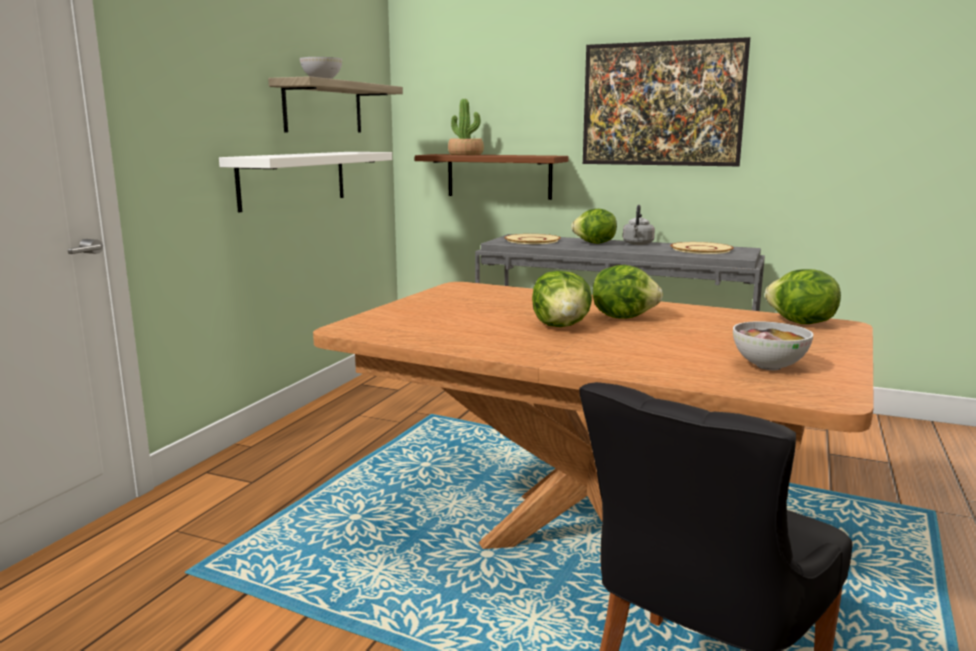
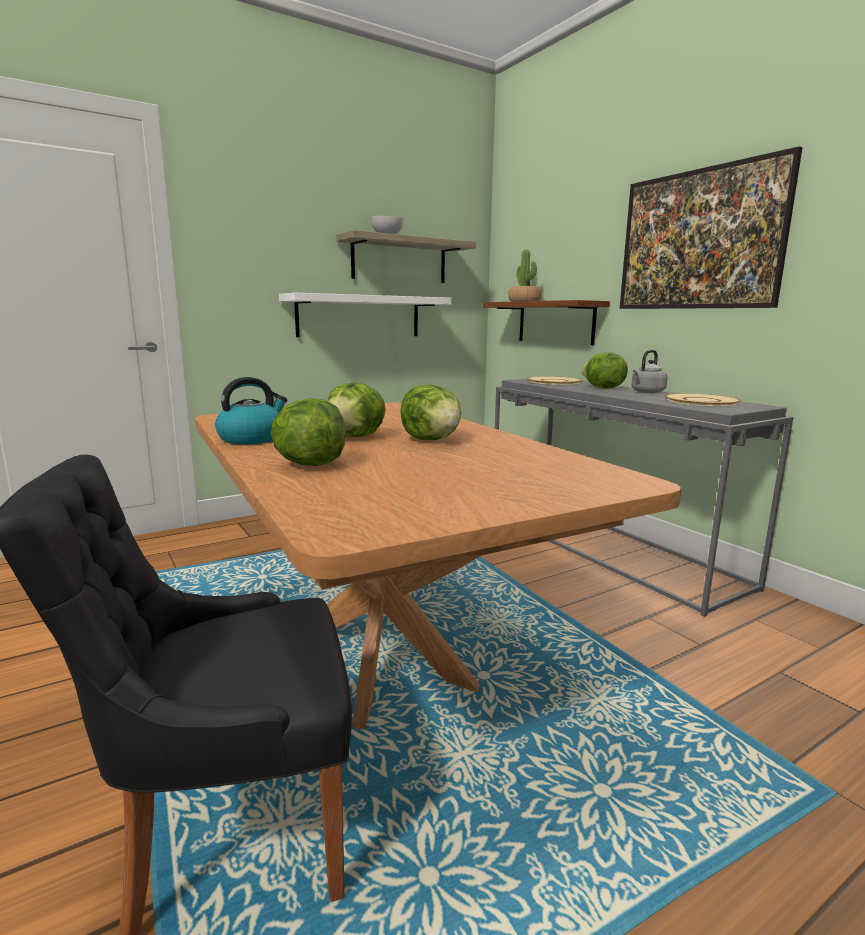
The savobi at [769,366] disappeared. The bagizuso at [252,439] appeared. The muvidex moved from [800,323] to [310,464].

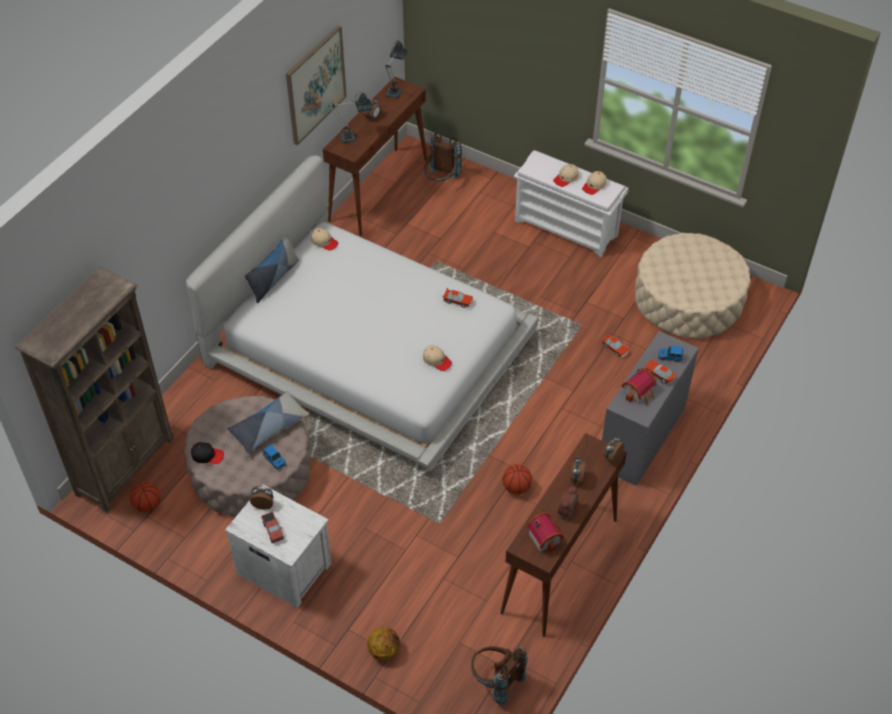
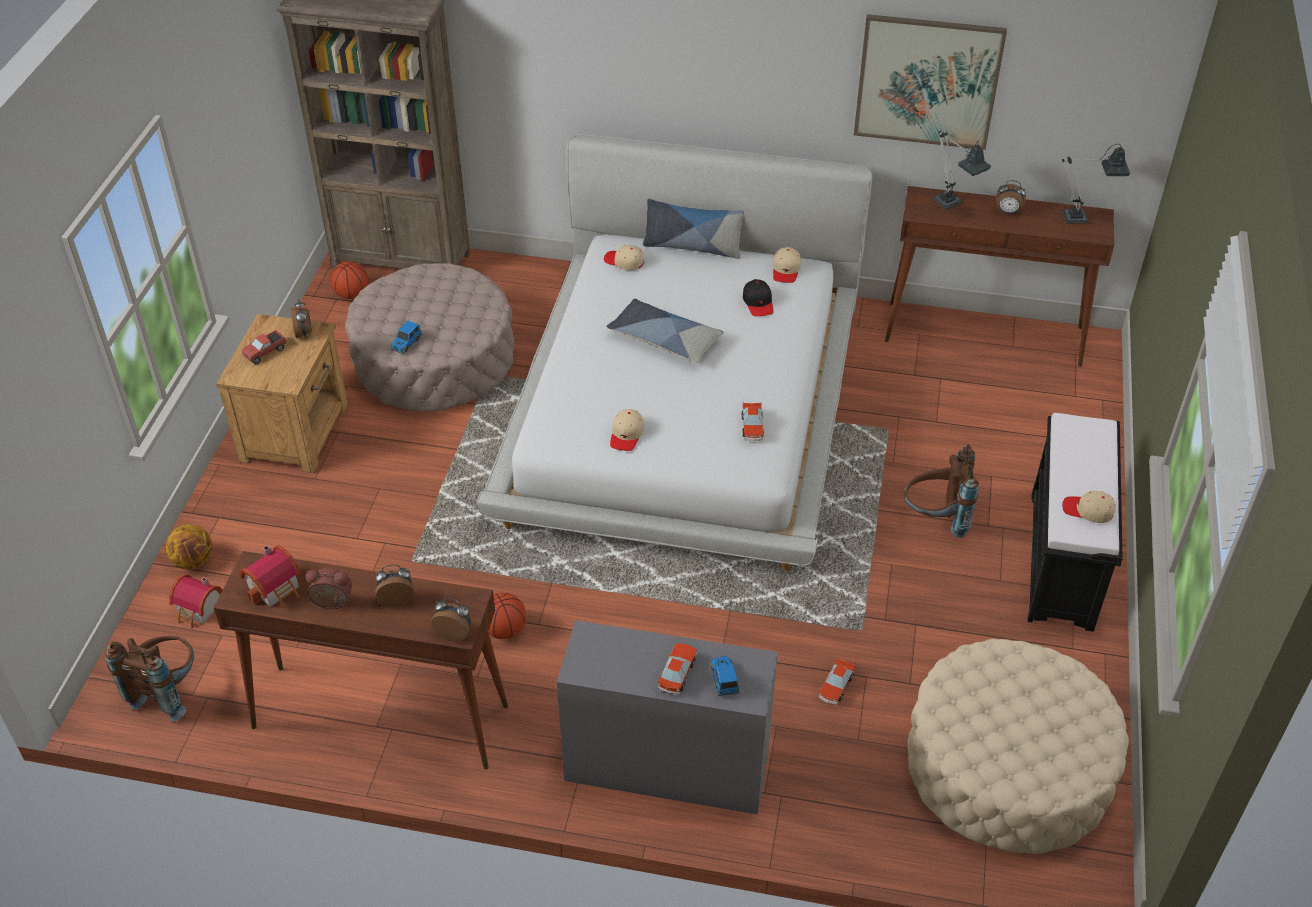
The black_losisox moved from [207,455] to [758,303]. The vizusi moved from [268,426] to [664,339]. The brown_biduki moved from [441,181] to [936,519]. The beige_losisox moved from [566,178] to [624,261]. The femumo moved from [639,393] to [199,610]. The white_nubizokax at [283,567] became the brown_nubizokax at [296,432]. The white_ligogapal at [567,228] became the black_ligogapal at [1062,561].

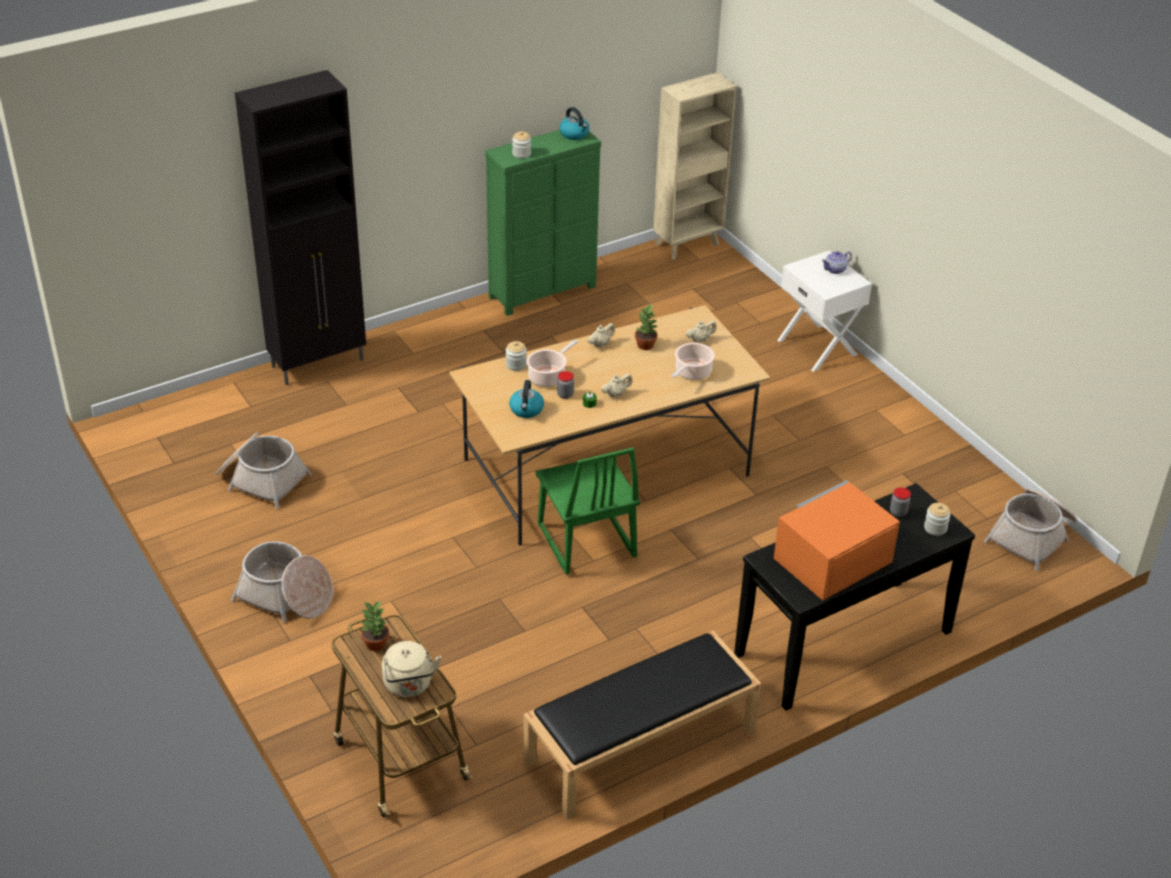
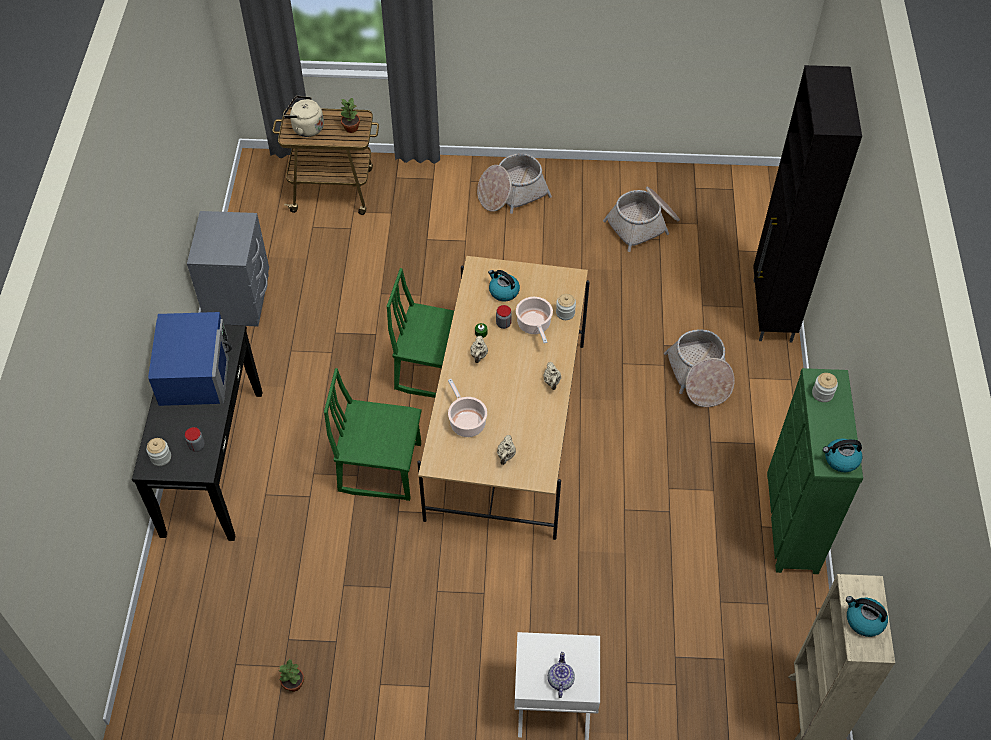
The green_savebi at [380,467] appeared. The bagizuso at [863,620] appeared. The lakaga moved from [646,345] to [293,684]. The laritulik moved from [1032,536] to [699,376]. The black_ligogapal at [640,746] was replaced by the grey_nubizokax at [239,299]. The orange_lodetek at [831,560] became the blue_lodetek at [194,371].

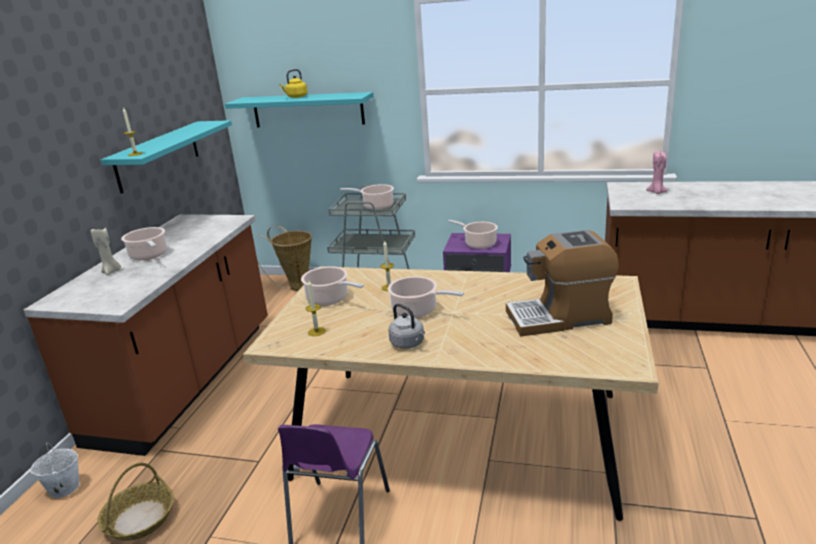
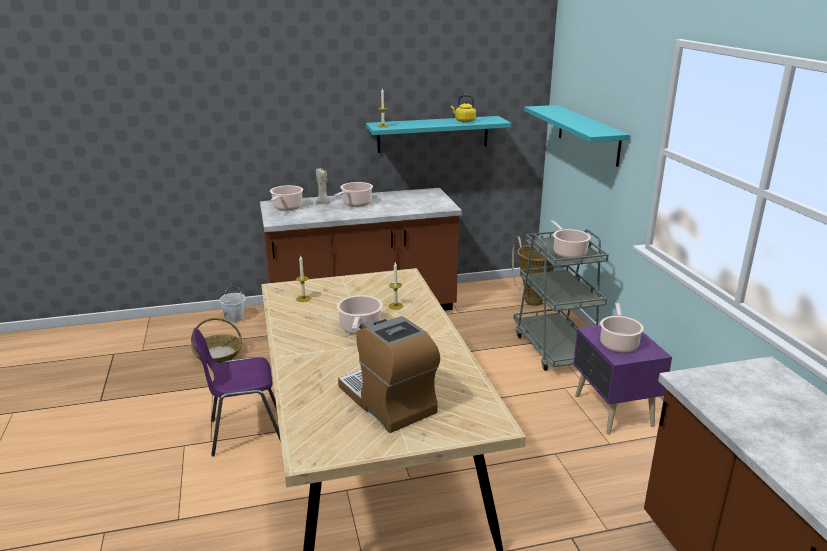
The grey_bagizuso at [408,344] disappeared. The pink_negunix at [656,192] disappeared. The yellow_bagizuso moved from [296,97] to [464,121]. The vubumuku moved from [330,299] to [287,207].

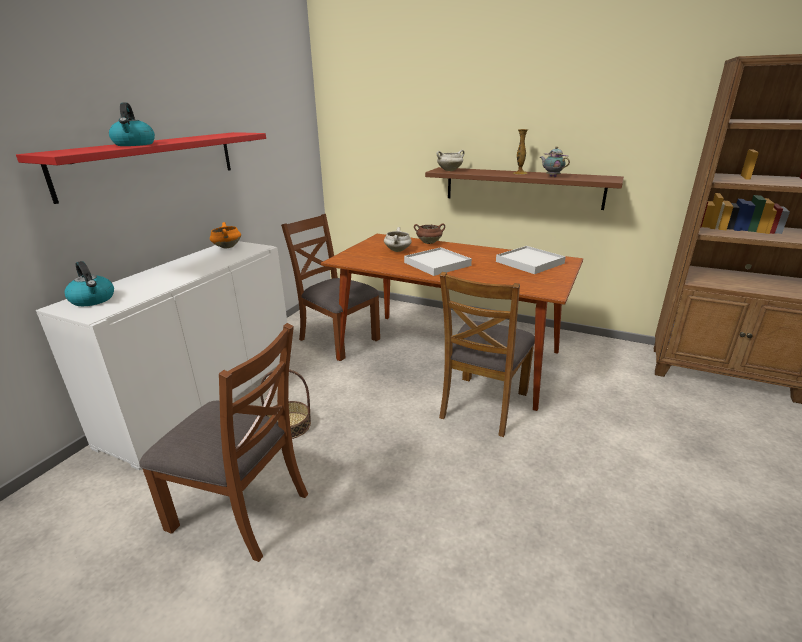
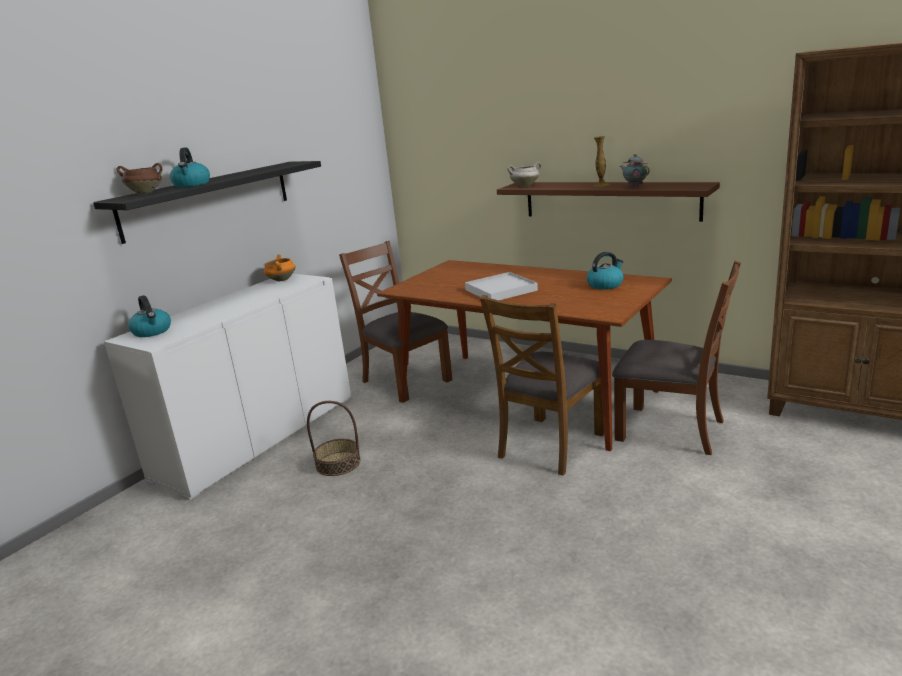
The white_vubumuku at [398,251] disappeared. The brown_savebi moved from [241,510] to [671,429]. The brown_vubumuku moved from [429,242] to [146,192]. The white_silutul at [529,262] was replaced by the bagizuso at [605,285]. The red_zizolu at [152,162] became the black_zizolu at [208,199].

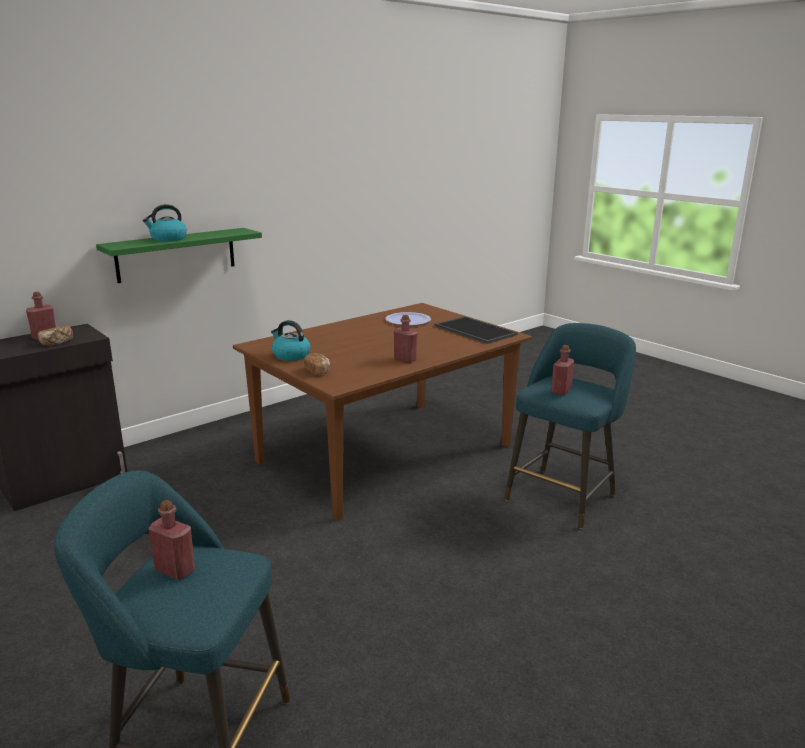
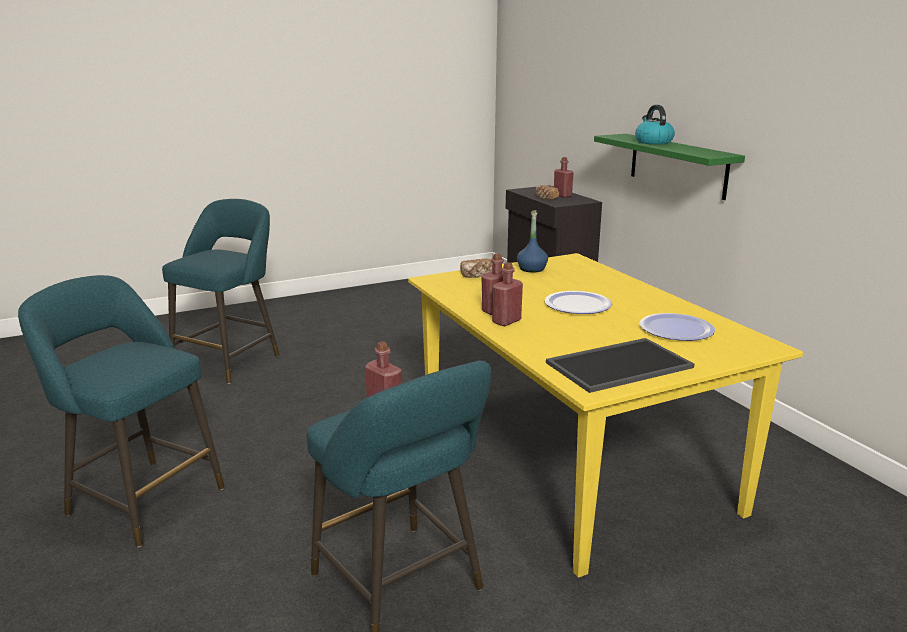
The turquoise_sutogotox at [141,499] appeared. The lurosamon at [578,304] appeared. The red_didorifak moved from [175,570] to [506,321]. The bagizuso at [290,355] was replaced by the blue_didorifak at [531,269]. The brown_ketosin at [386,453] became the yellow_ketosin at [572,460].

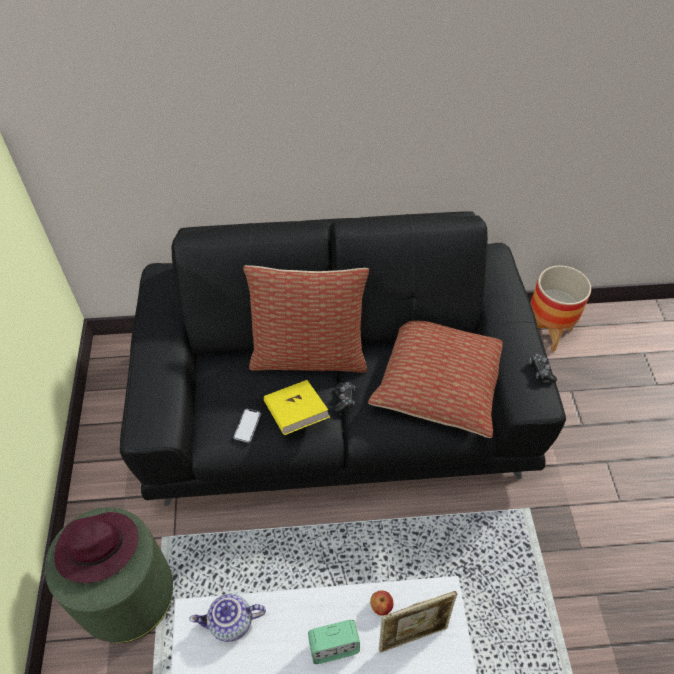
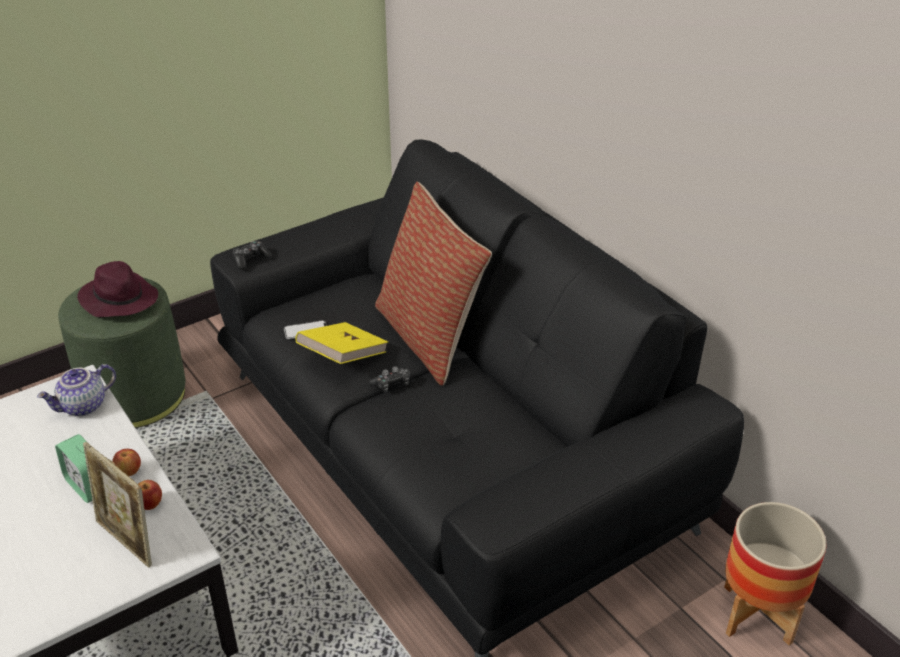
The vizusi at [440,383] disappeared. The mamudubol at [129,472] appeared. The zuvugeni moved from [541,370] to [250,259]. The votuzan at [230,623] turned 90 degrees counterclockwise.

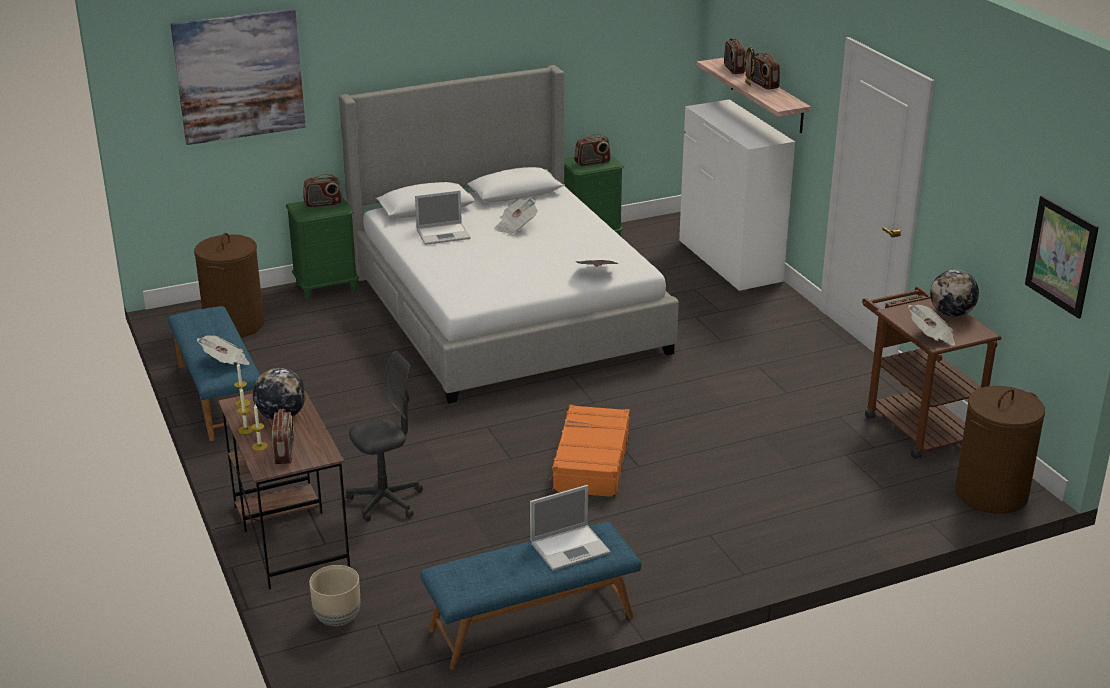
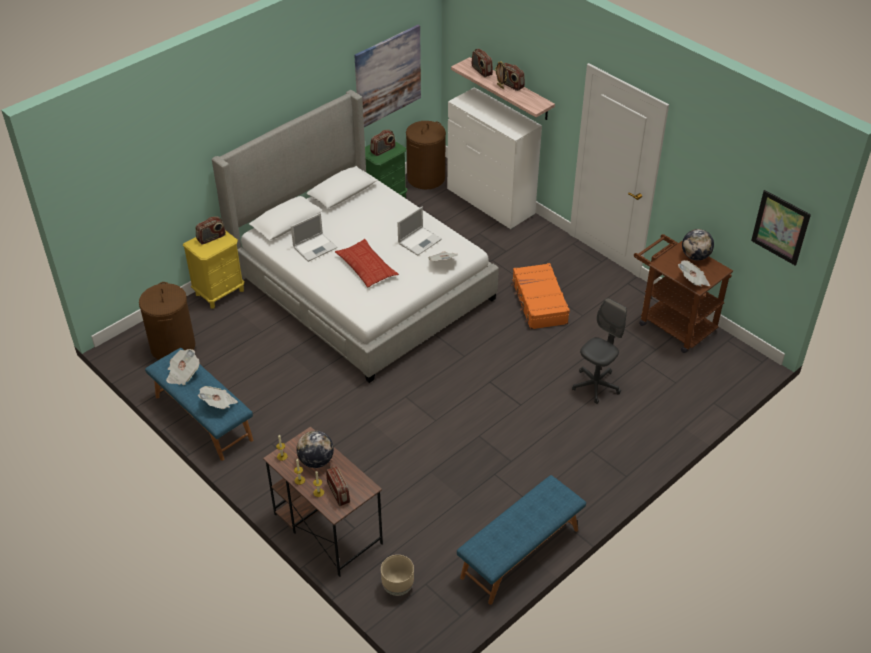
The vizusi at [366,267] appeared. The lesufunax moved from [239,76] to [387,76]. The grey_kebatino moved from [385,501] to [595,386]. The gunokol moved from [515,227] to [183,374]. The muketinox moved from [571,547] to [420,241]. The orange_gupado moved from [590,463] to [539,303]. The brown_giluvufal moved from [991,493] to [426,178]. The green_nubizokax at [327,287] became the yellow_nubizokax at [220,292].

